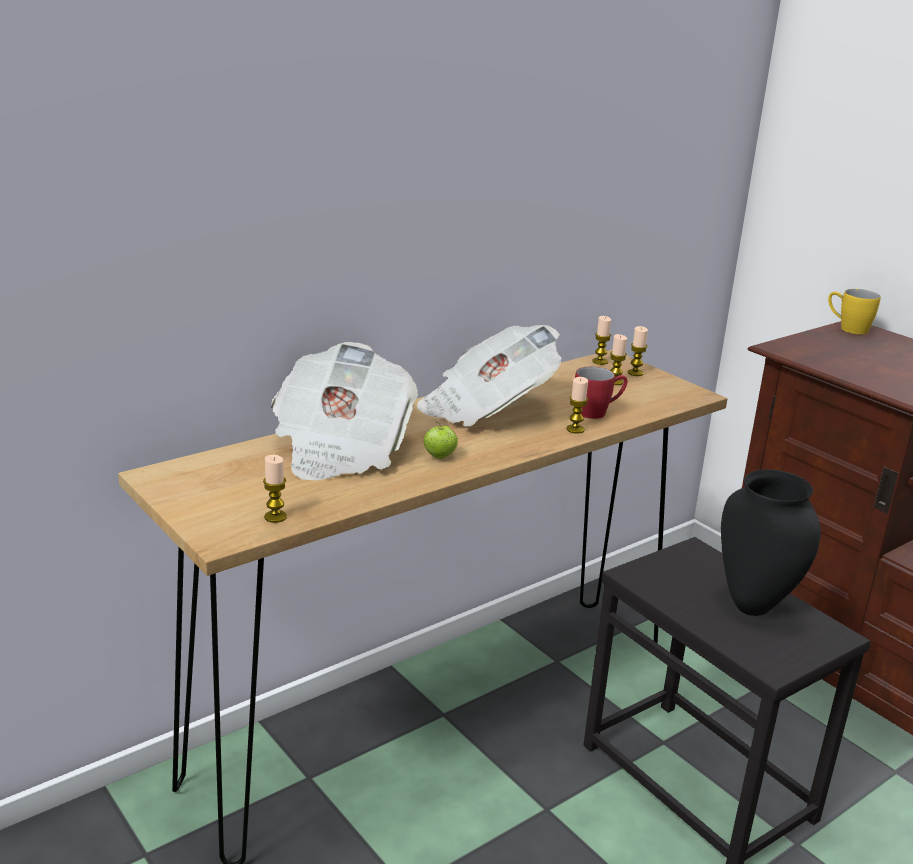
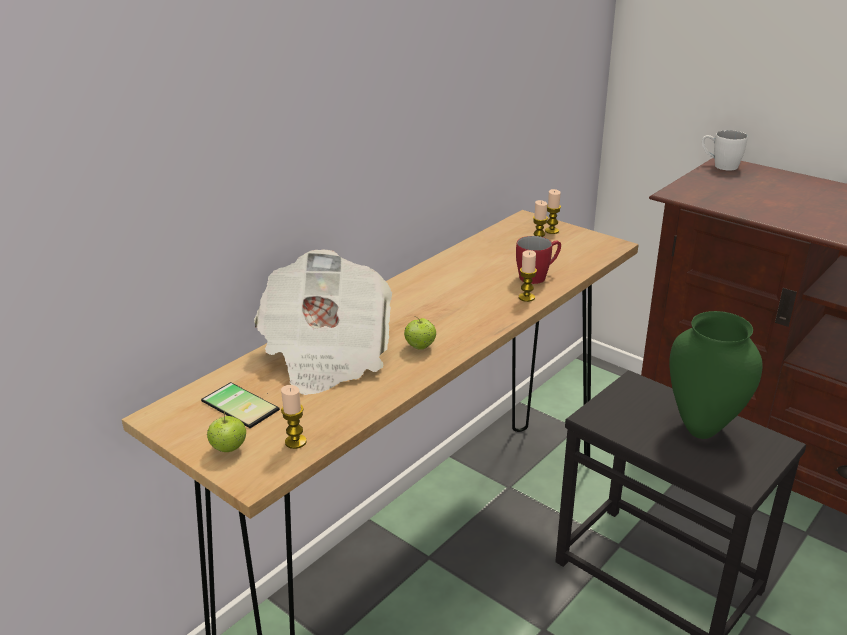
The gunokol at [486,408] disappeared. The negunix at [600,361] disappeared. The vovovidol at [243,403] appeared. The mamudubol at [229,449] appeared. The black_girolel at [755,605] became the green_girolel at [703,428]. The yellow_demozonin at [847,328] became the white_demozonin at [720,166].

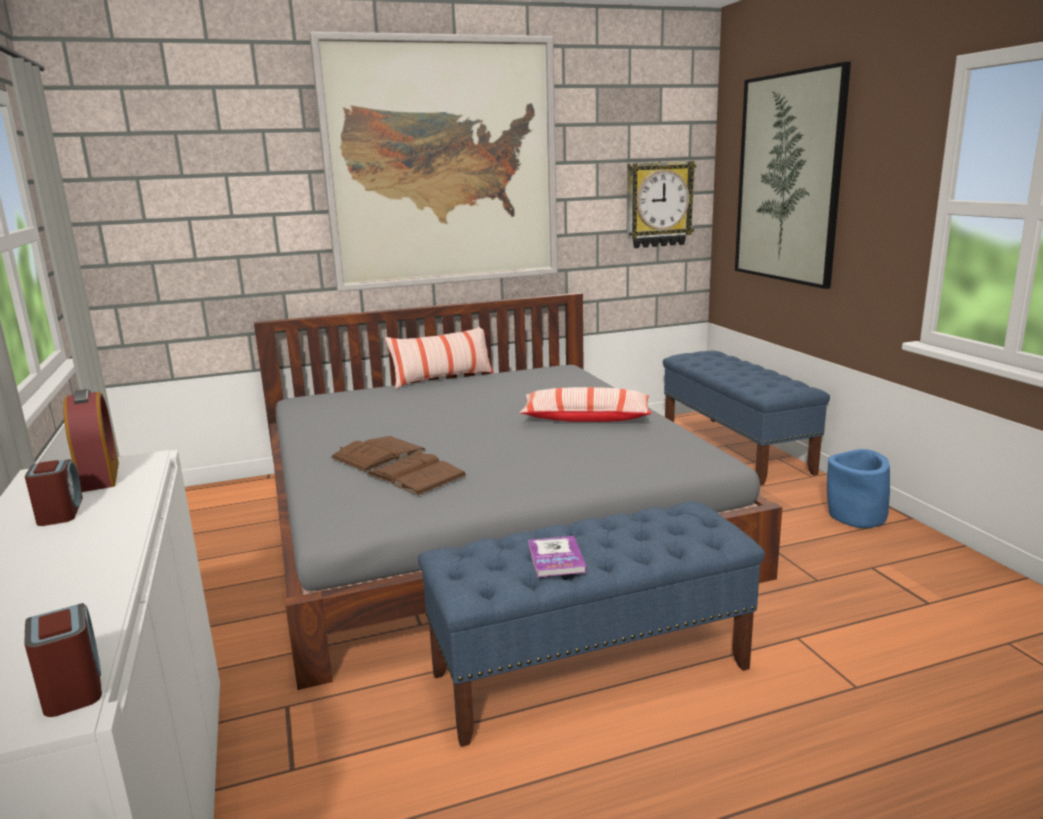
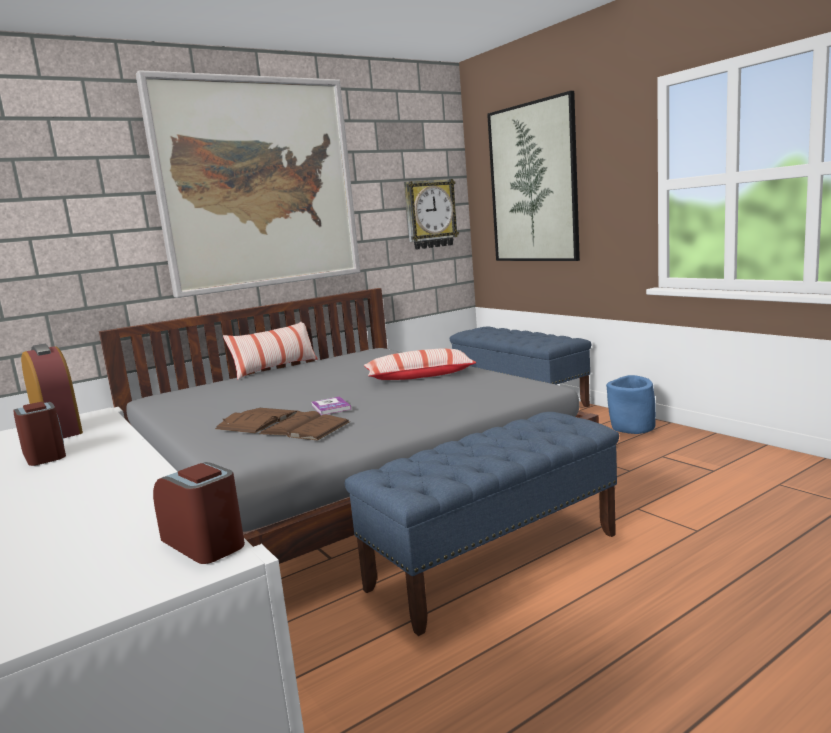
The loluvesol moved from [556,558] to [331,407].

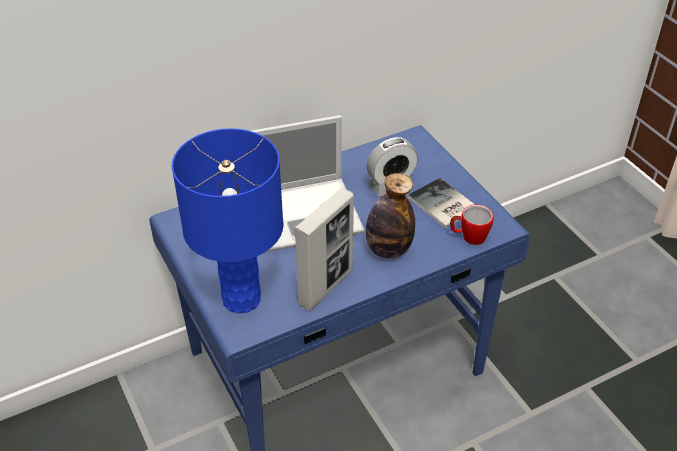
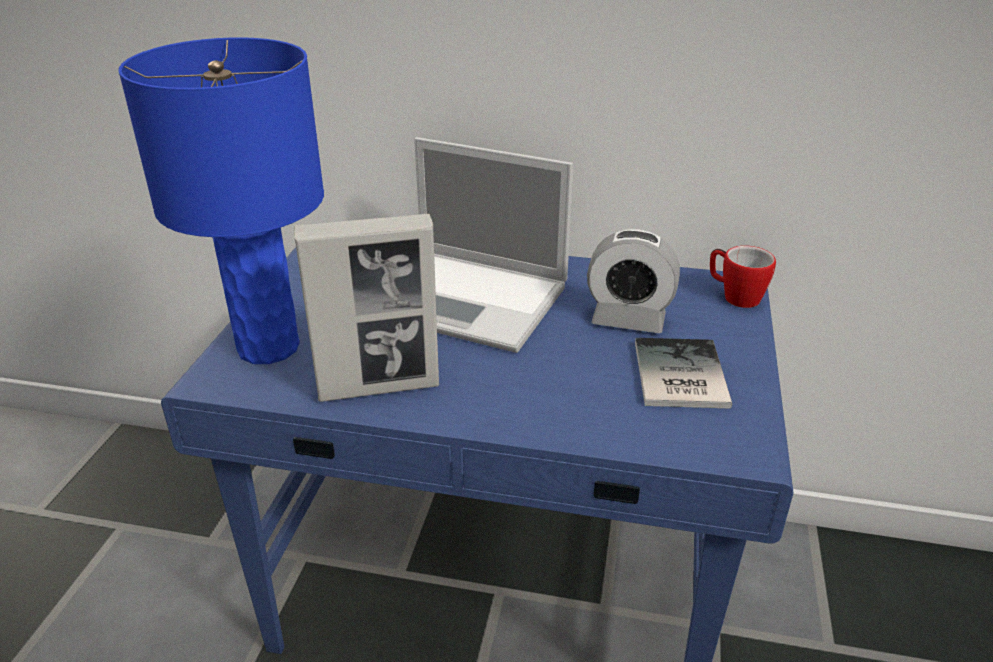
The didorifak at [388,250] disappeared. The demozonin moved from [469,237] to [734,296].

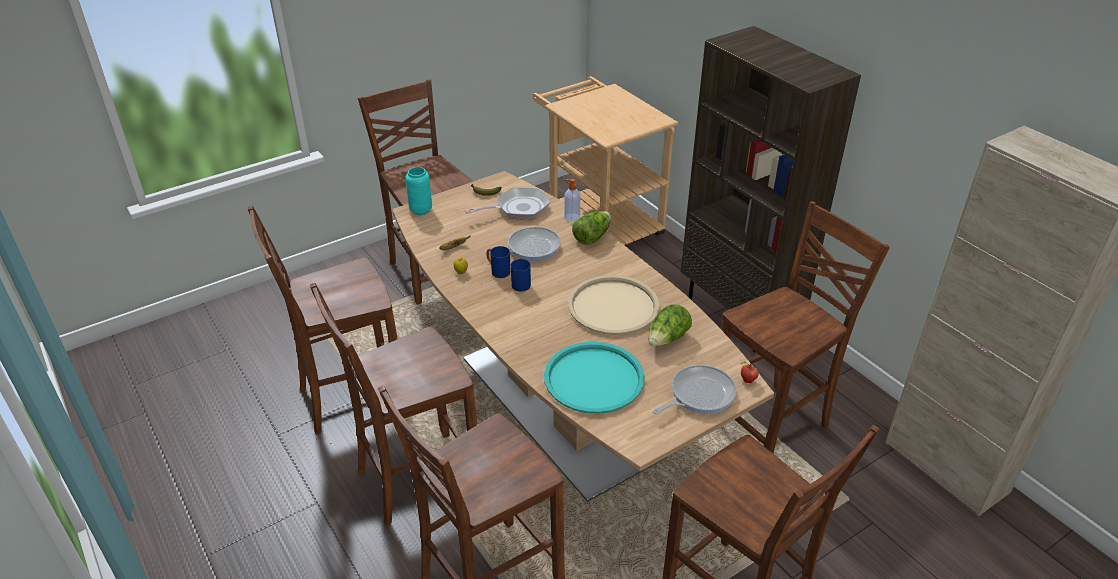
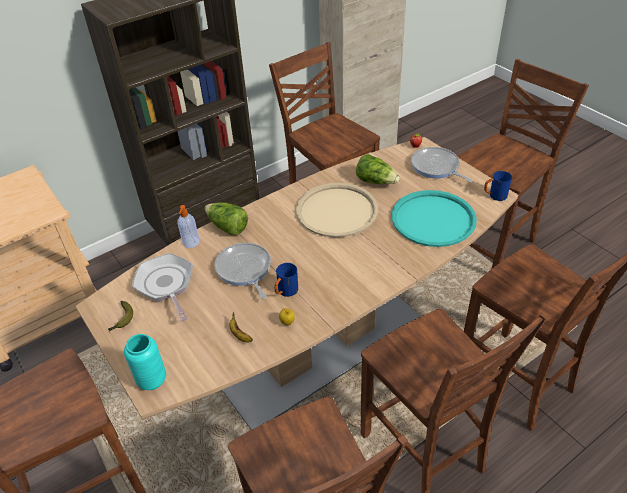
The blue_demozonin moved from [520,283] to [494,196].

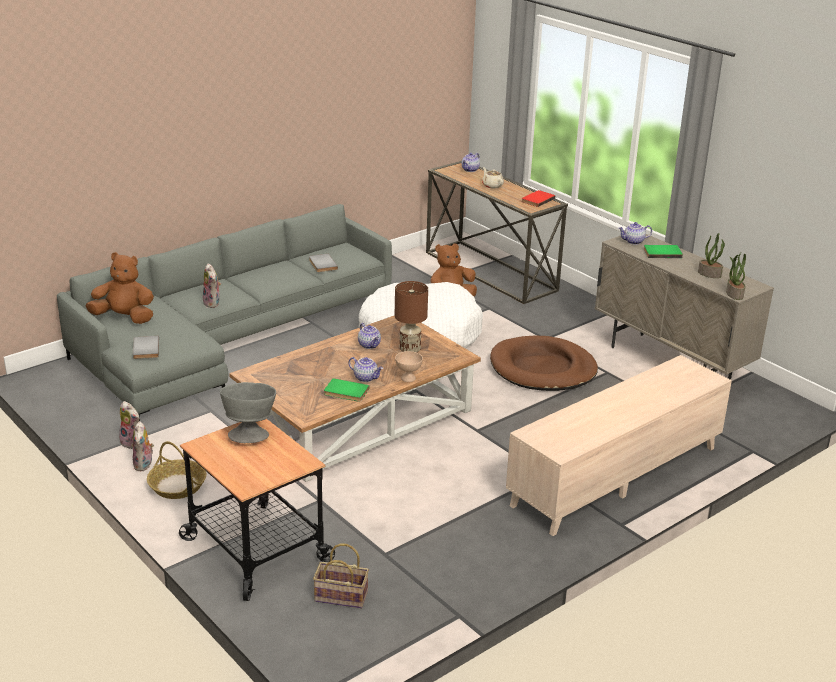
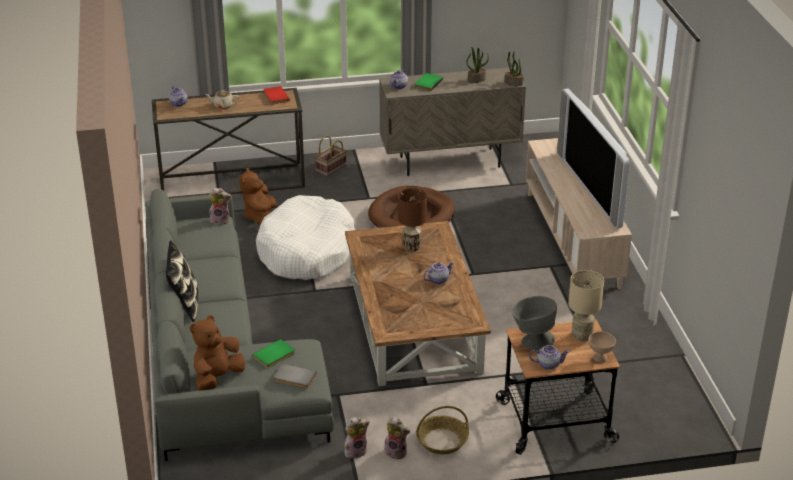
The grey_loluvesol at [321,264] disappeared. The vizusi at [185,304] appeared. The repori at [592,188] appeared. The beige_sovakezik at [582,336] appeared. The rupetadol moved from [213,303] to [220,220]. The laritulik moved from [339,597] to [331,169]. The green_loluvesol moved from [345,392] to [275,356]. The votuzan moved from [369,345] to [548,364]. The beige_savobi moved from [408,378] to [600,358].

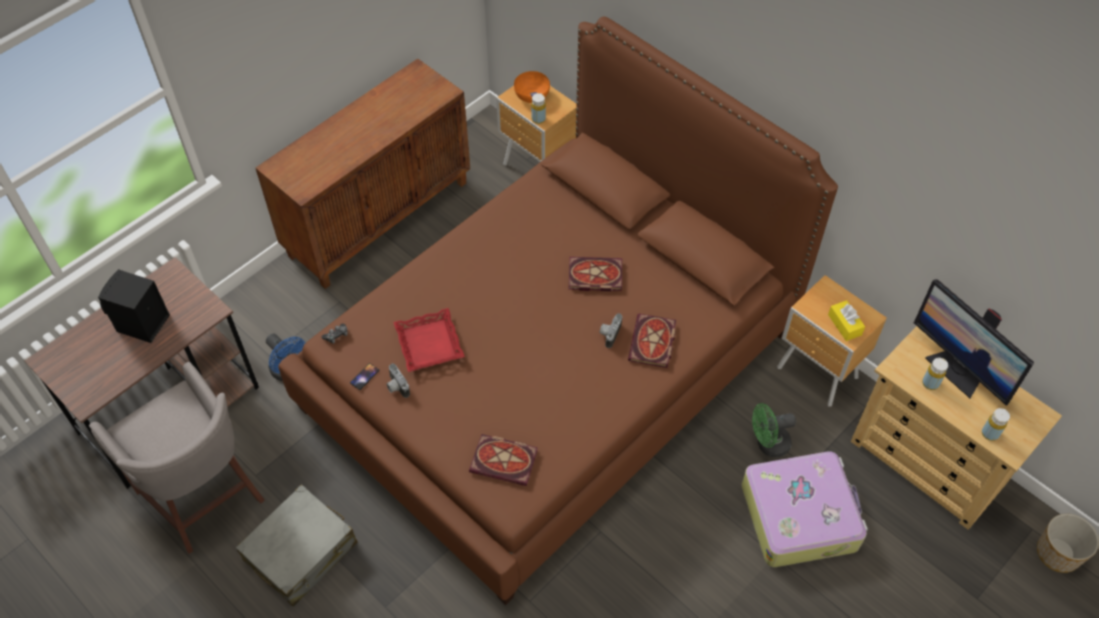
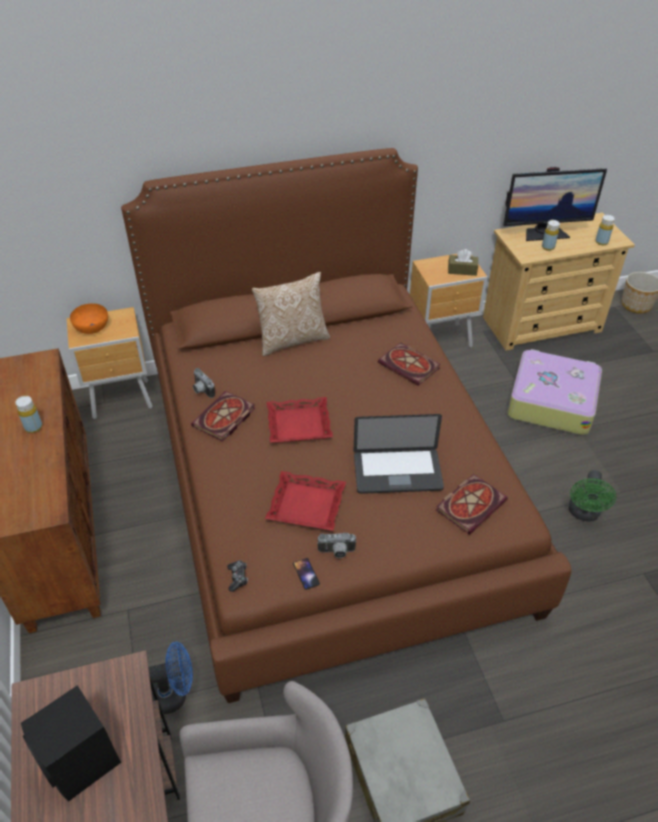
The vizusi at [292,340] appeared. The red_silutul at [299,425] appeared. The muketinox at [397,472] appeared. The yellow_didorifak moved from [538,119] to [33,427]. The loluvesol moved from [593,276] to [224,419]. The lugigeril moved from [609,334] to [202,390]. The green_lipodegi moved from [768,444] to [584,514]. The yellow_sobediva at [844,325] became the brown_sobediva at [462,270].

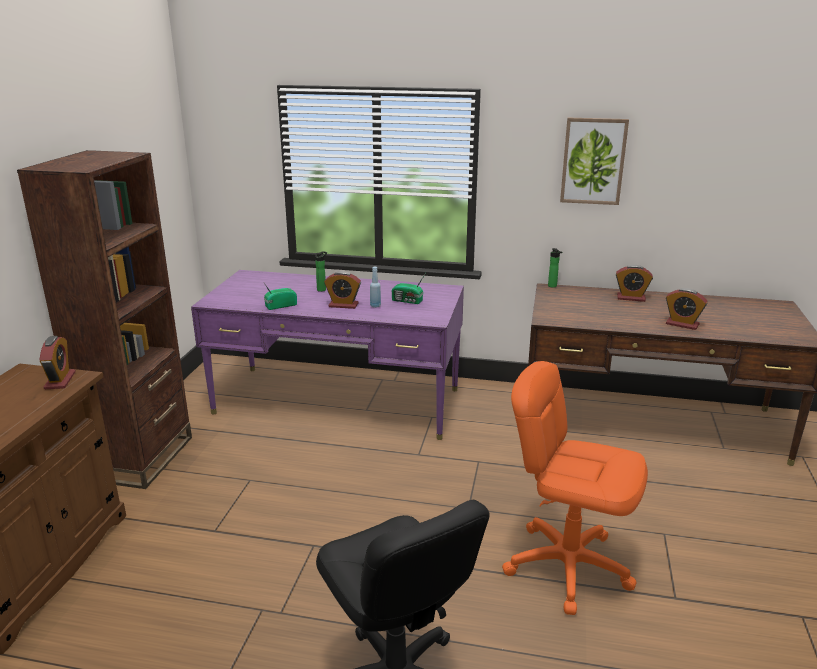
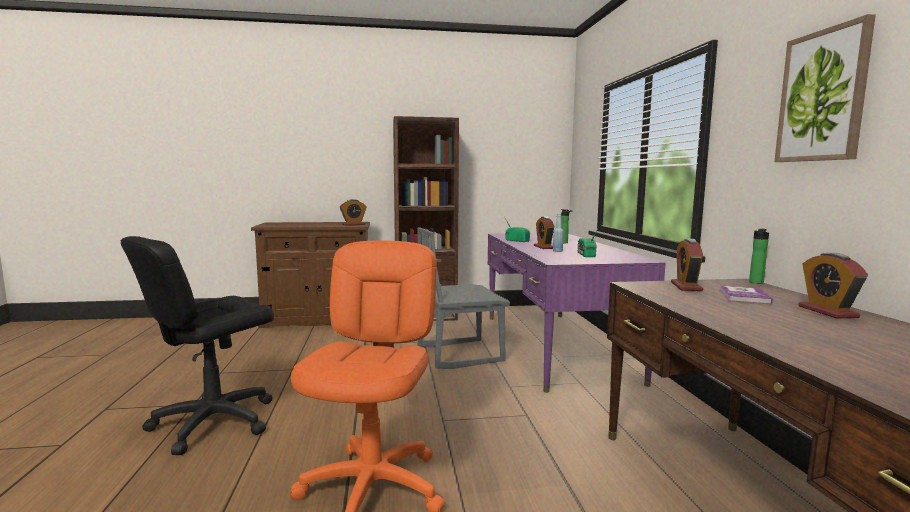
The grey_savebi at [459,354] appeared. The loluvesol at [743,296] appeared. The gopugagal moved from [682,324] to [686,286].

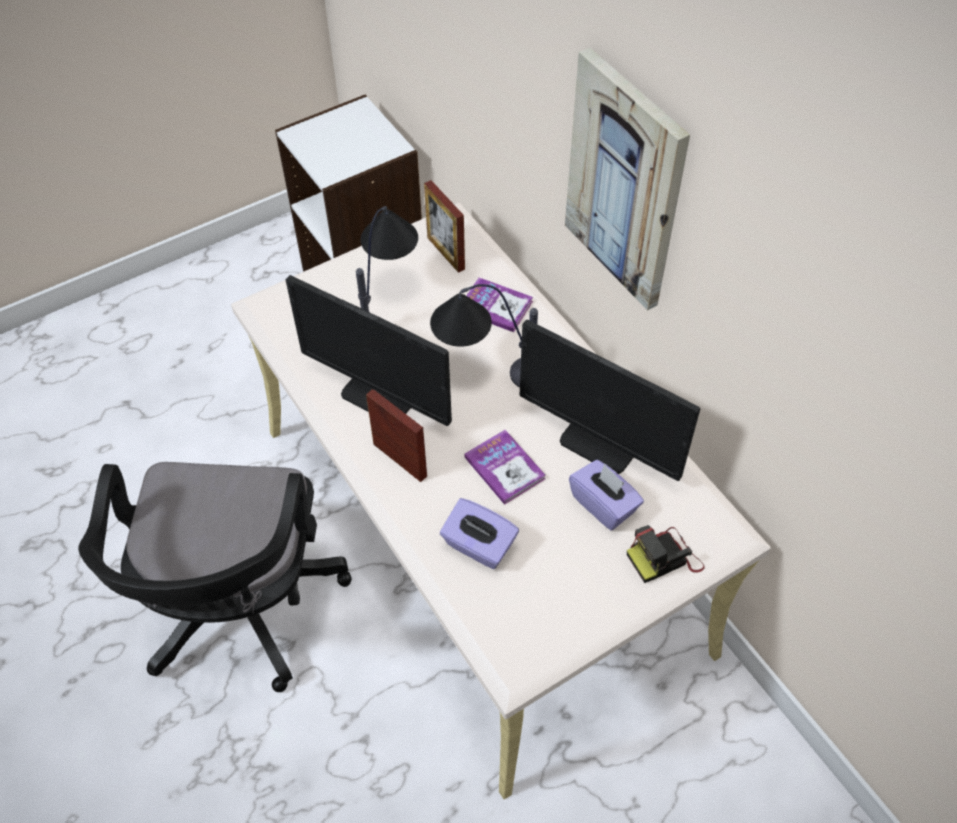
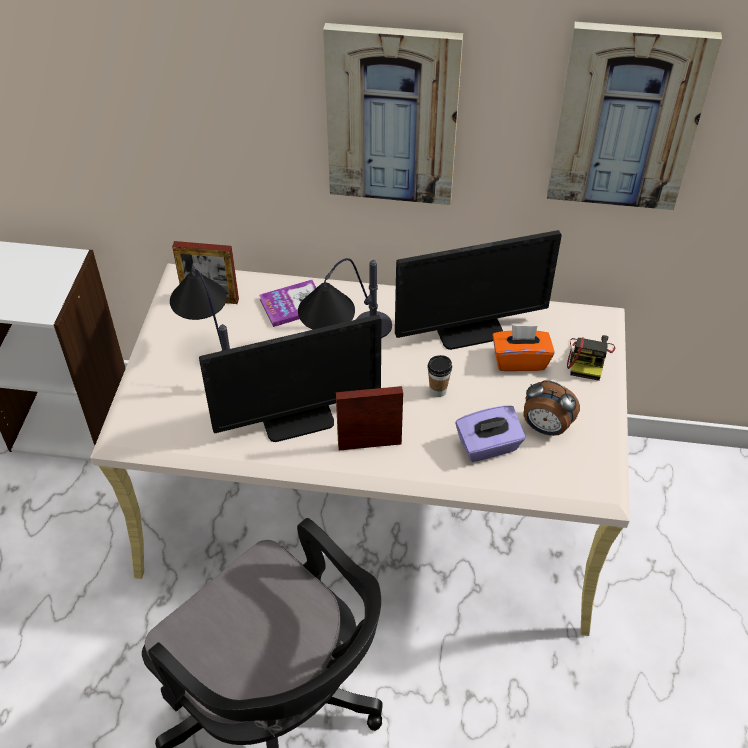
The gopugagal at [545,428] appeared. The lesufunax at [627,118] appeared. The loluvesol at [504,468] was replaced by the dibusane at [438,391]. The purple_sobediva at [604,505] became the orange_sobediva at [520,360].

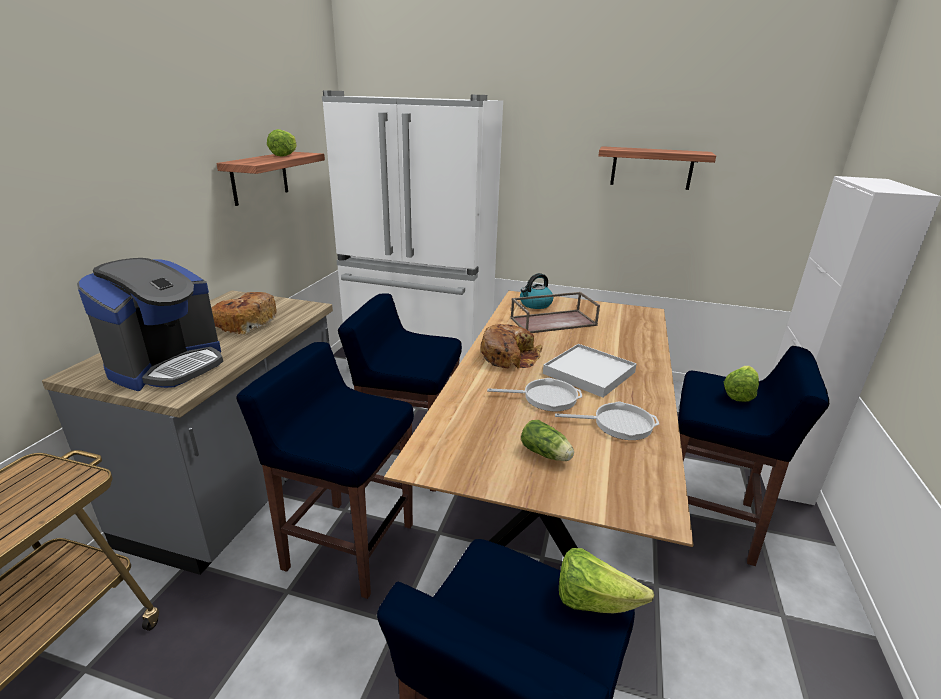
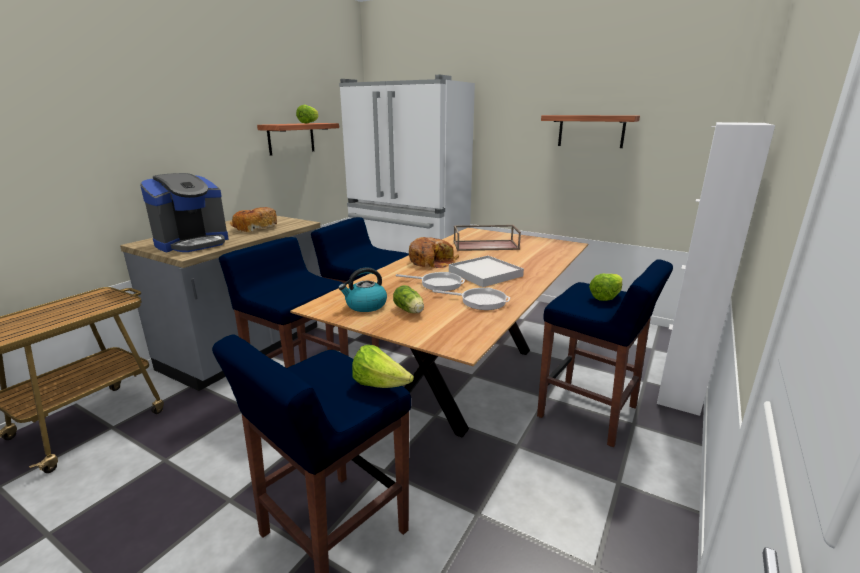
The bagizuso moved from [535,304] to [365,305].

